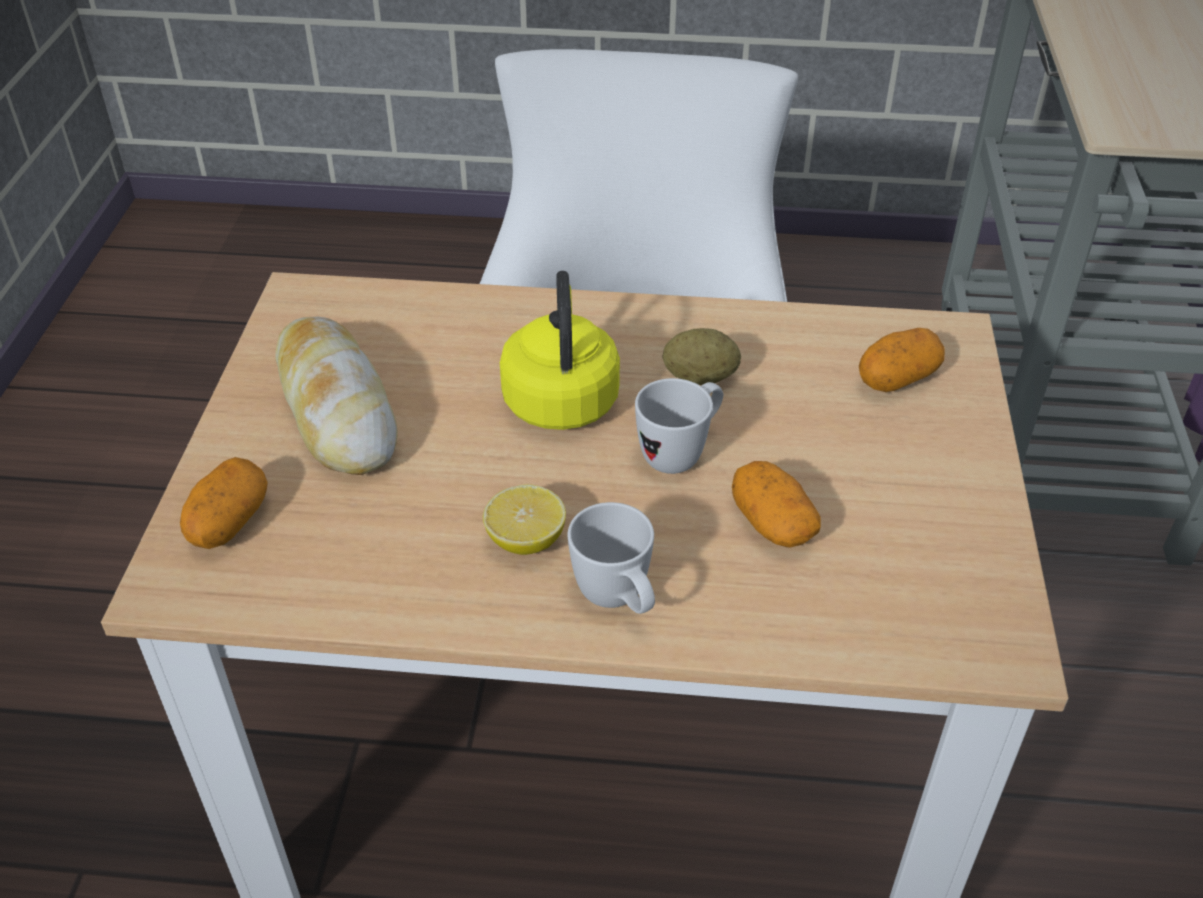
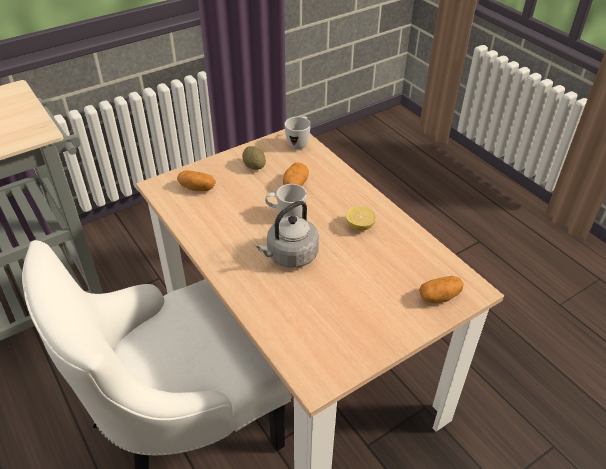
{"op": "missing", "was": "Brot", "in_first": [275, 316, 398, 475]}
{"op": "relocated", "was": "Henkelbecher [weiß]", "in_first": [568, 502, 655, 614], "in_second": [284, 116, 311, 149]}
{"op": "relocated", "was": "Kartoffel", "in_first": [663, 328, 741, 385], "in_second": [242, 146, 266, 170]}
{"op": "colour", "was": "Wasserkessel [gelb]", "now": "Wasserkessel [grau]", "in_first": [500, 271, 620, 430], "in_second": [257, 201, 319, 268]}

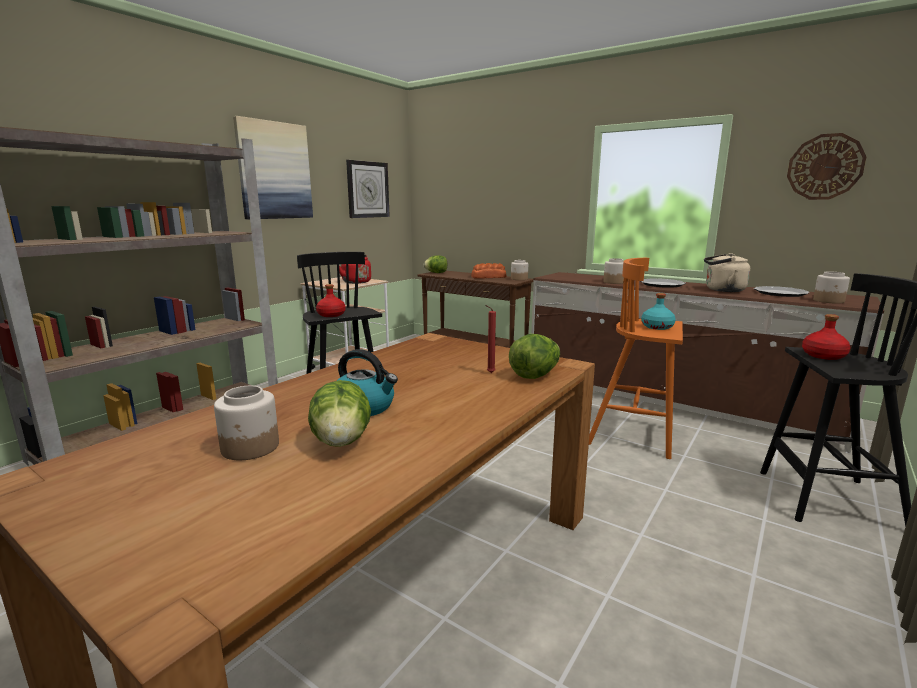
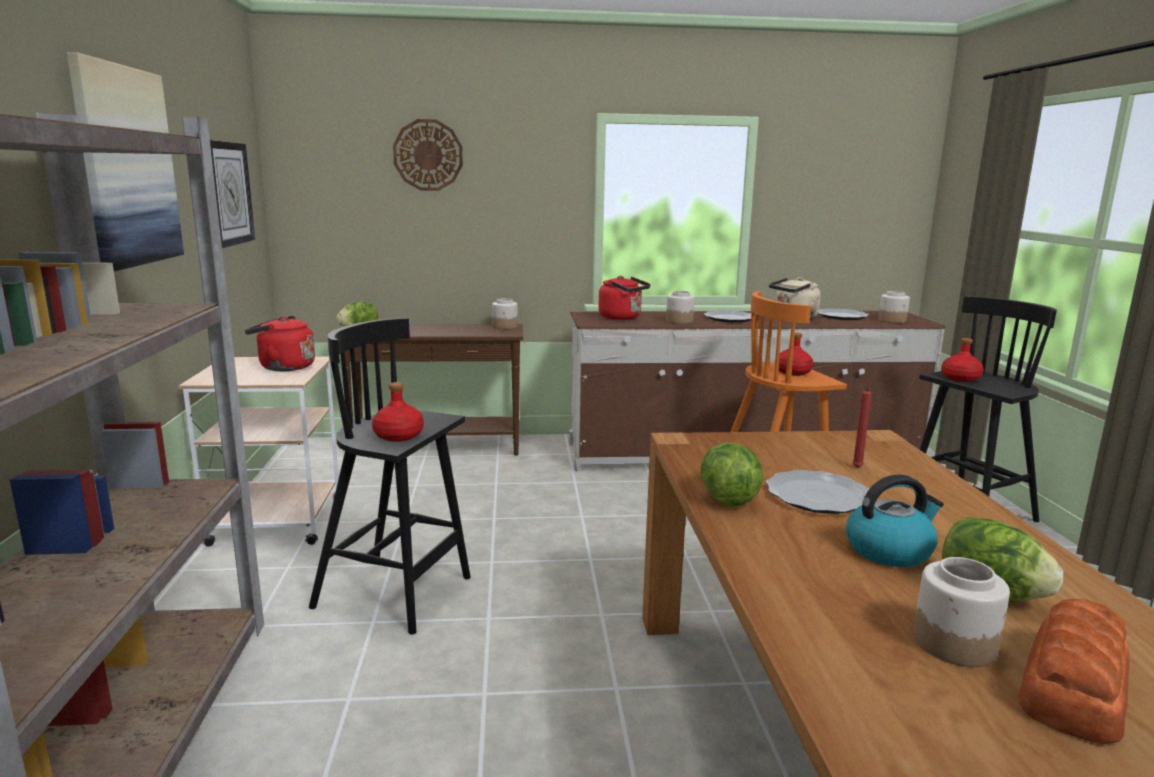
{"op": "appeared", "now": "Wasserkessel [rot]", "in_second": [598, 276, 651, 320]}
{"op": "appeared", "now": "Teller", "in_second": [766, 470, 869, 514]}
{"op": "relocated", "was": "Brot", "in_first": [471, 263, 506, 279], "in_second": [1018, 599, 1130, 744]}
{"op": "relocated", "was": "Salatkopf", "in_first": [509, 334, 560, 379], "in_second": [701, 442, 763, 507]}
{"op": "relocated", "was": "Wanduhr", "in_first": [787, 133, 867, 200], "in_second": [393, 119, 463, 191]}
{"op": "colour", "was": "Flasche [türkis]", "now": "Flasche [rot]", "in_first": [641, 293, 676, 330], "in_second": [779, 333, 814, 376]}

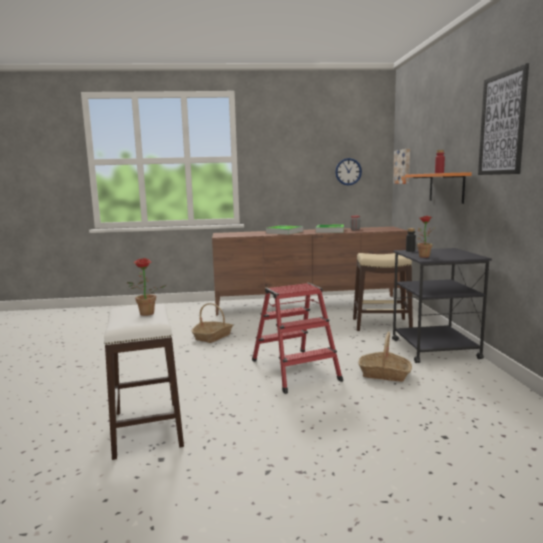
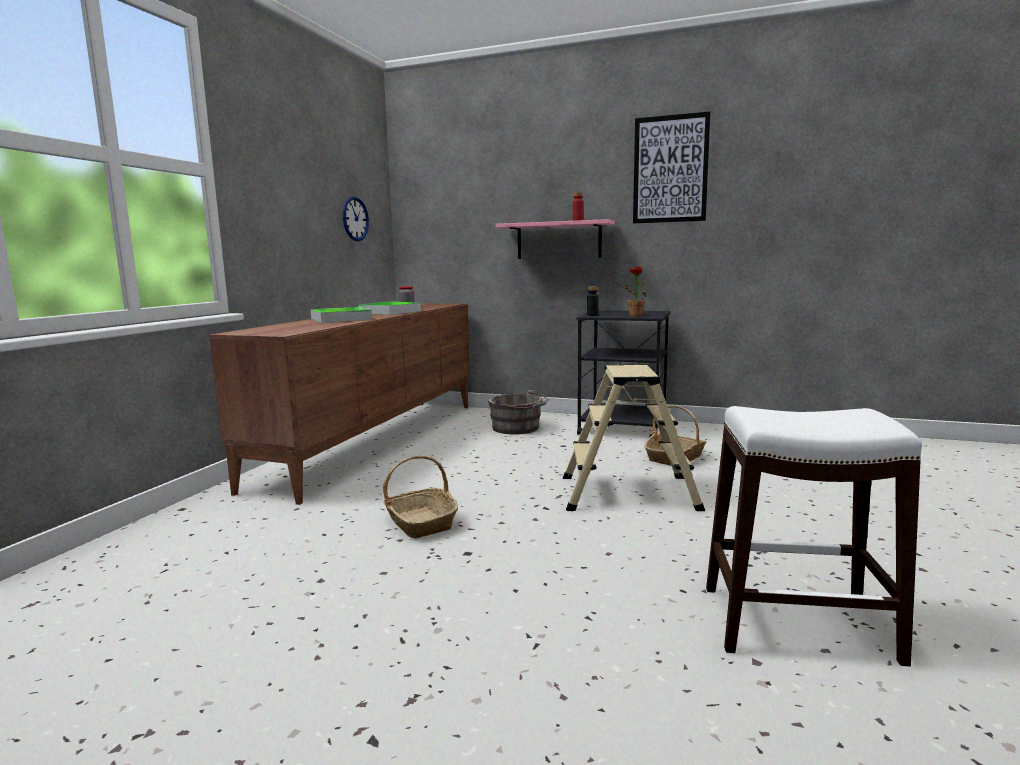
{"op": "missing", "was": "Topfpflanze", "in_first": [127, 258, 167, 316]}
{"op": "missing", "was": "Bild", "in_first": [393, 149, 410, 184]}
{"op": "exchanged", "was": "Hocker [beige]", "now": "Eimer [grau]", "in_first": [353, 253, 413, 331], "in_second": [488, 390, 548, 434]}
{"op": "colour", "was": "Trittleiter [rot]", "now": "Trittleiter [beige]", "in_first": [252, 283, 343, 394], "in_second": [563, 364, 705, 511]}
{"op": "colour", "was": "Wandregal [orange]", "now": "Wandregal [rosa]", "in_first": [405, 172, 472, 204], "in_second": [495, 219, 615, 259]}

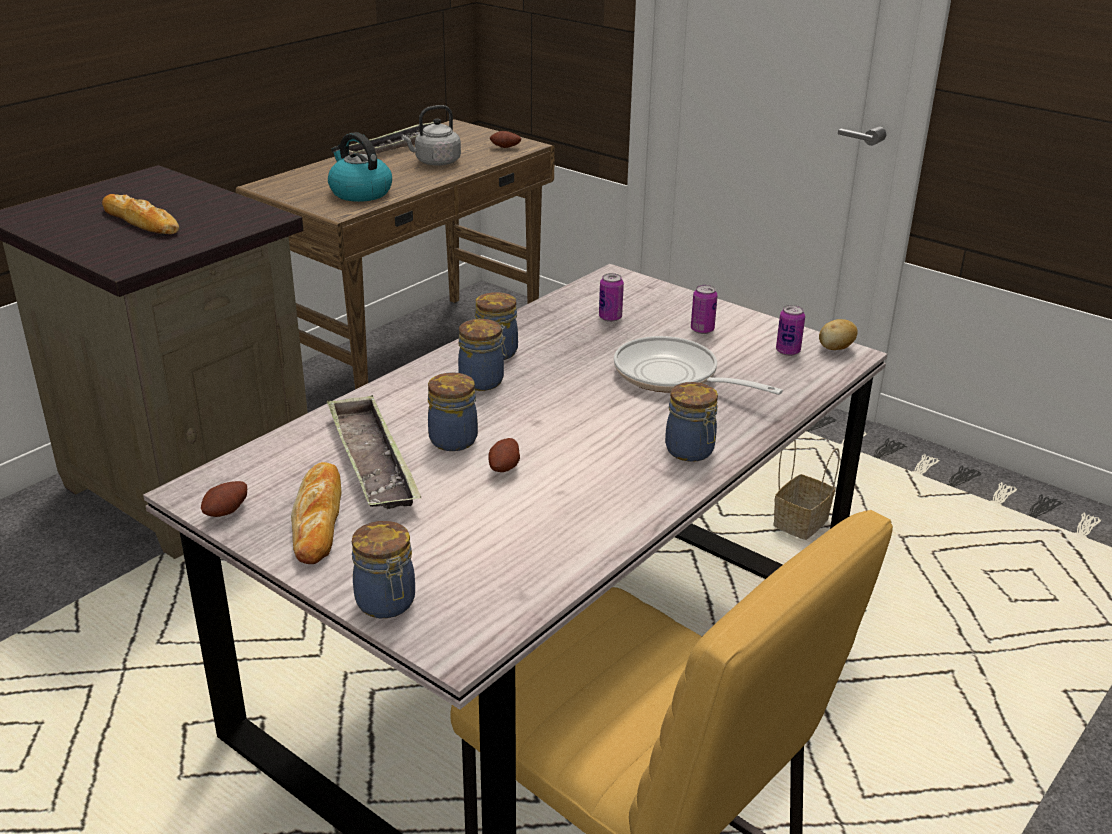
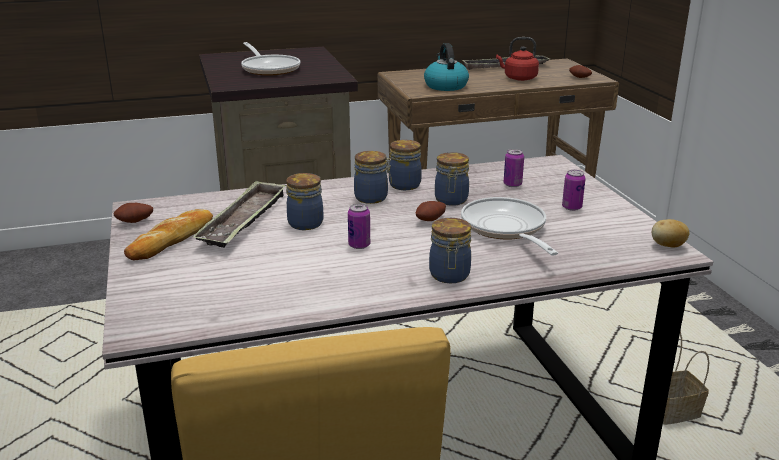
{"op": "relocated", "was": "Vorratsglas", "in_first": [352, 521, 415, 618], "in_second": [435, 152, 469, 206]}
{"op": "relocated", "was": "Kartoffel", "in_first": [488, 438, 520, 472], "in_second": [416, 201, 446, 221]}
{"op": "relocated", "was": "Dose", "in_first": [776, 305, 805, 356], "in_second": [348, 204, 370, 249]}
{"op": "exchanged", "was": "Brot", "now": "Pfanne", "in_first": [102, 194, 179, 234], "in_second": [241, 42, 300, 76]}
{"op": "colour", "was": "Wasserkessel [grau]", "now": "Wasserkessel [rot]", "in_first": [401, 105, 461, 166], "in_second": [496, 37, 539, 81]}

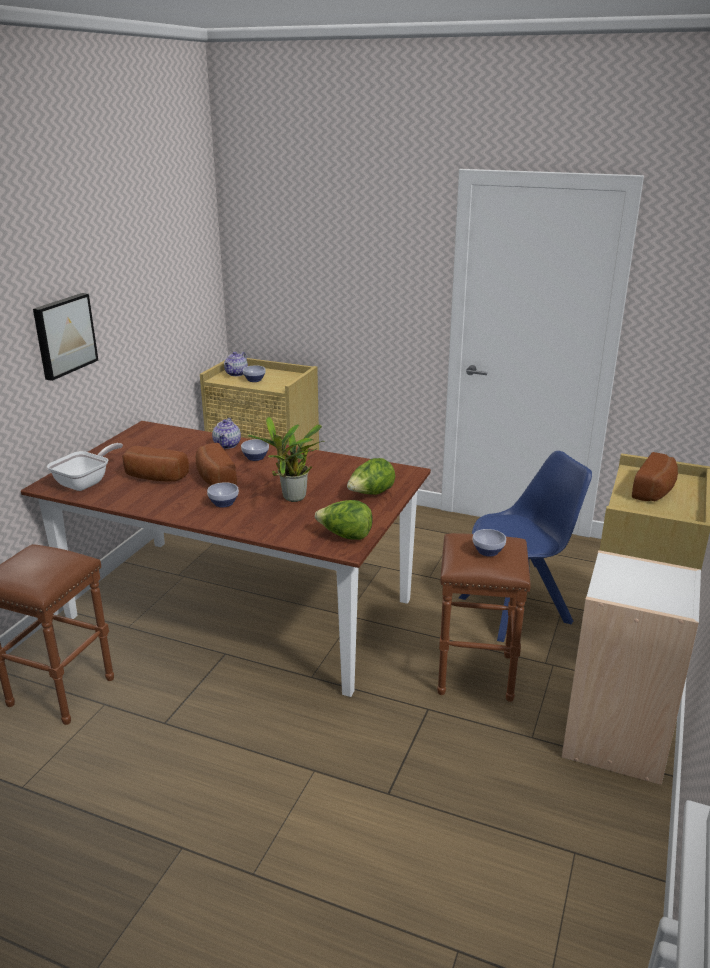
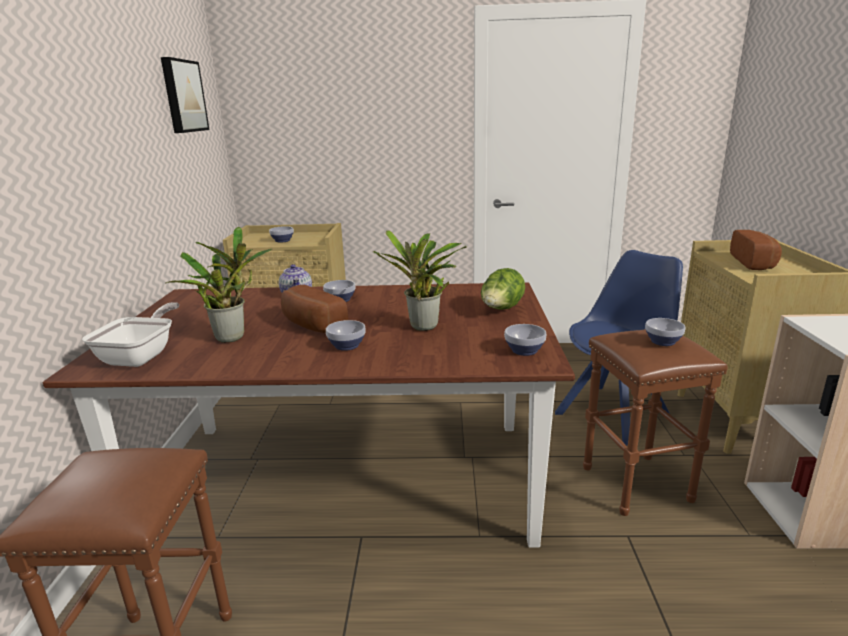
{"op": "missing", "was": "Teekanne", "in_first": [224, 352, 248, 376]}
{"op": "relocated", "was": "Bild", "in_first": [33, 293, 98, 381], "in_second": [161, 57, 210, 133]}
{"op": "exchanged", "was": "Brot", "now": "Topfpflanze", "in_first": [122, 446, 189, 482], "in_second": [165, 227, 272, 343]}
{"op": "exchanged", "was": "Salatkopf", "now": "Schüssel", "in_first": [315, 500, 373, 540], "in_second": [504, 324, 546, 356]}

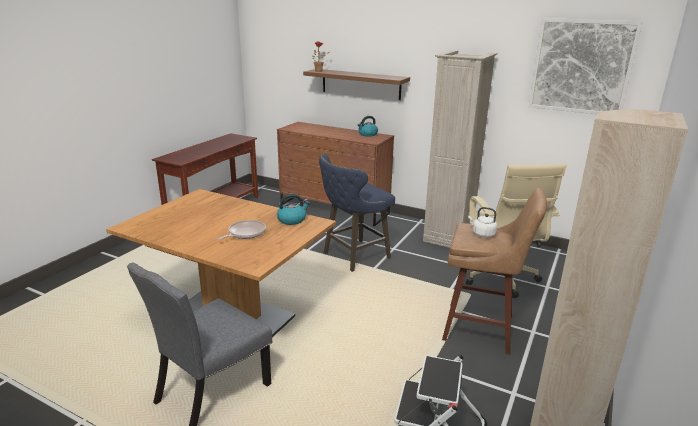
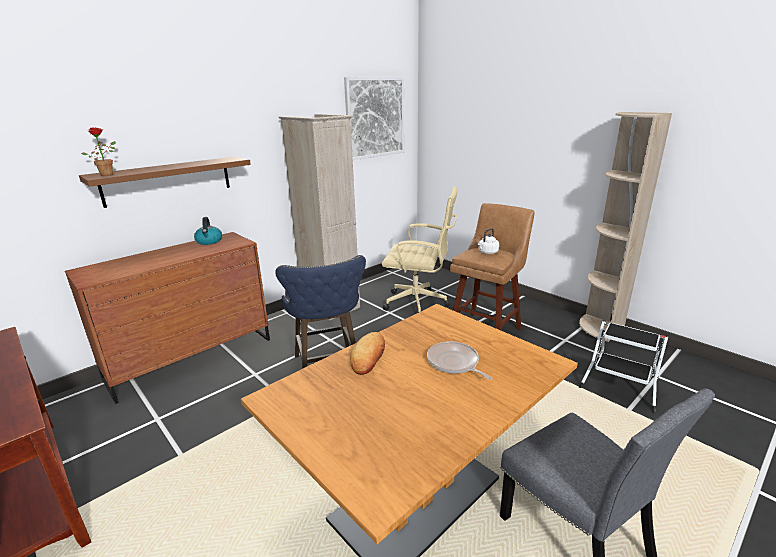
{"op": "missing", "was": "Wasserkessel", "in_first": [277, 194, 310, 225]}
{"op": "appeared", "now": "Brot", "in_second": [350, 332, 385, 375]}

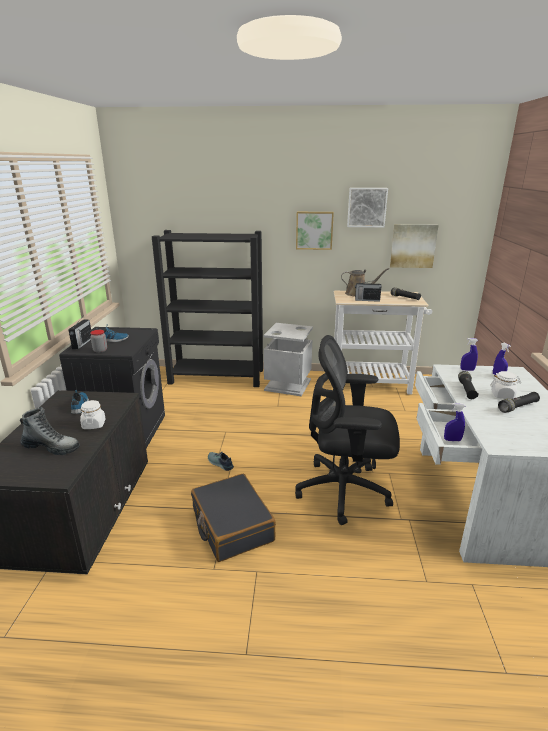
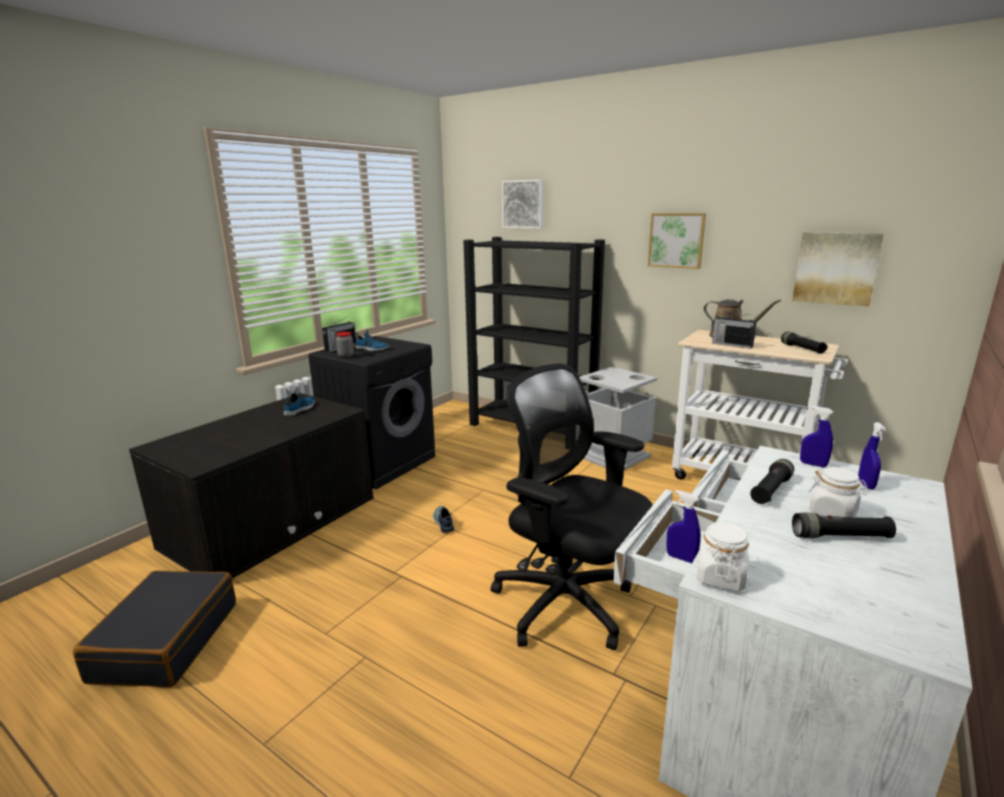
{"op": "missing", "was": "Stiefel", "in_first": [20, 407, 80, 455]}
{"op": "relocated", "was": "Vorratsglas [weiß]", "in_first": [80, 400, 106, 429], "in_second": [697, 522, 749, 591]}
{"op": "relocated", "was": "Koffer [schwarz]", "in_first": [191, 474, 276, 562], "in_second": [73, 571, 236, 687]}
{"op": "relocated", "was": "Bild", "in_first": [347, 188, 388, 228], "in_second": [502, 180, 544, 229]}

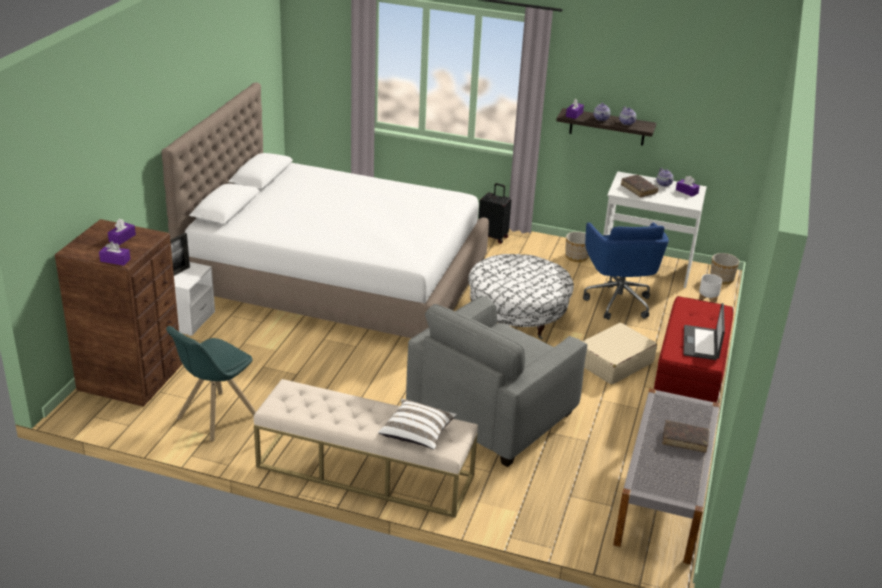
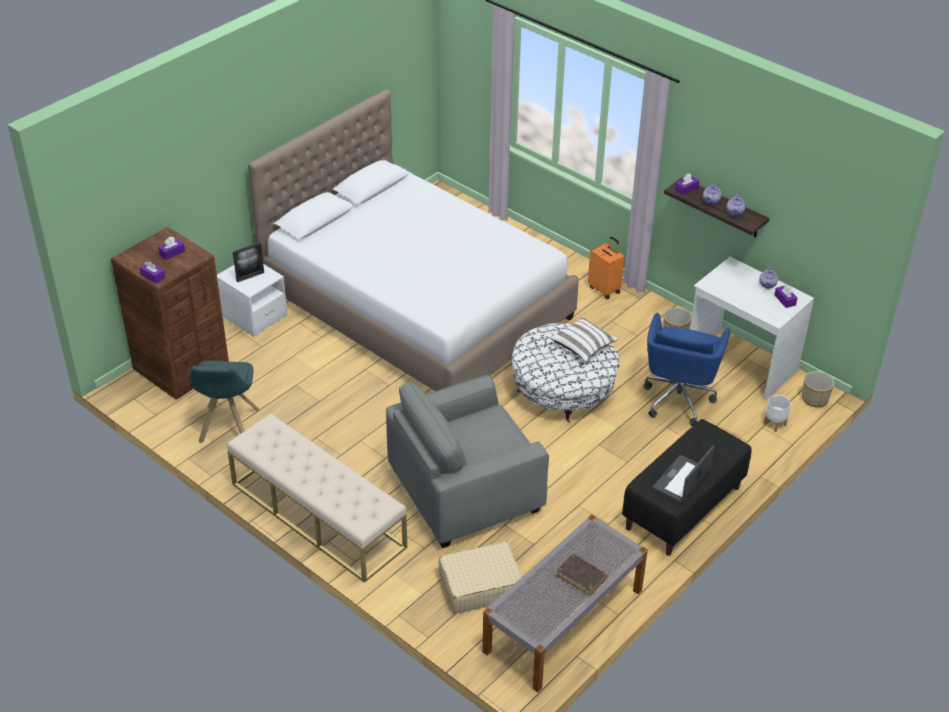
{"op": "missing", "was": "Buch [braun]", "in_first": [621, 175, 658, 198]}
{"op": "relocated", "was": "Kissen [weiß]", "in_first": [378, 399, 457, 450], "in_second": [550, 316, 618, 362]}
{"op": "relocated", "was": "Koffer [beige]", "in_first": [583, 323, 657, 385], "in_second": [439, 541, 523, 614]}
{"op": "colour", "was": "Koffer [schwarz]", "now": "Koffer [orange]", "in_first": [478, 183, 512, 244], "in_second": [588, 237, 624, 299]}
{"op": "colour", "was": "Bank [rot]", "now": "Bank [schwarz]", "in_first": [654, 296, 733, 402], "in_second": [622, 419, 752, 556]}
{"op": "spun", "was": "Stuhl [türkis]", "in_first": [166, 326, 256, 441], "in_second": [190, 360, 260, 443], "clockwise": -60}

